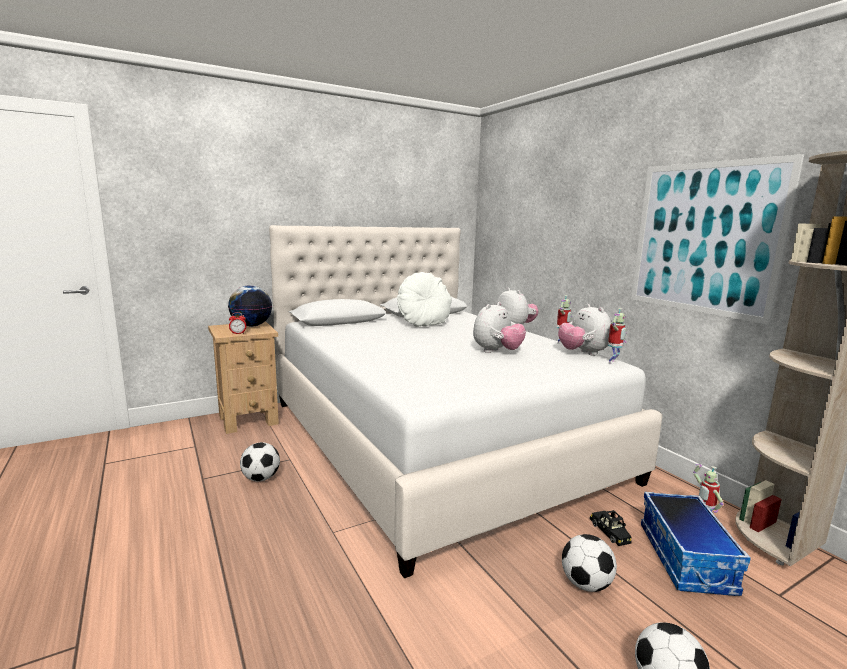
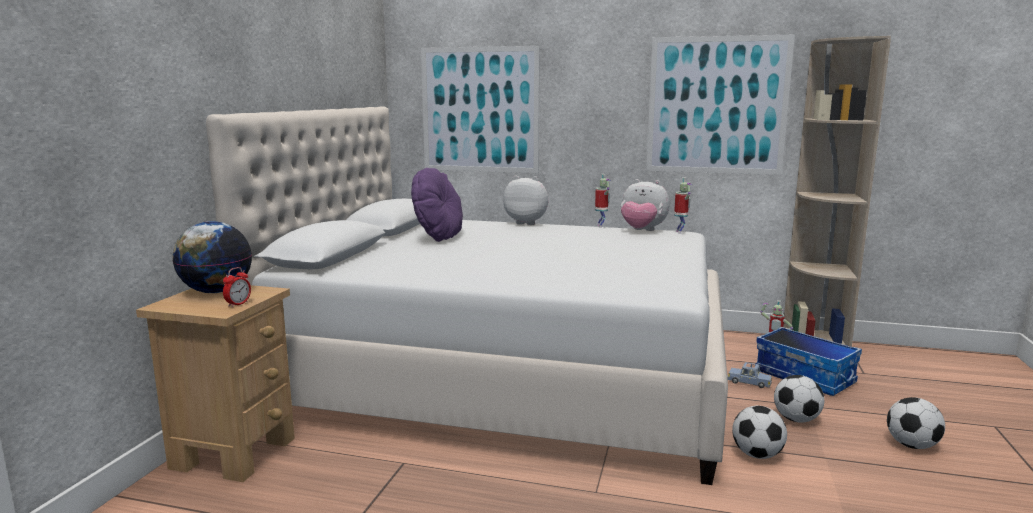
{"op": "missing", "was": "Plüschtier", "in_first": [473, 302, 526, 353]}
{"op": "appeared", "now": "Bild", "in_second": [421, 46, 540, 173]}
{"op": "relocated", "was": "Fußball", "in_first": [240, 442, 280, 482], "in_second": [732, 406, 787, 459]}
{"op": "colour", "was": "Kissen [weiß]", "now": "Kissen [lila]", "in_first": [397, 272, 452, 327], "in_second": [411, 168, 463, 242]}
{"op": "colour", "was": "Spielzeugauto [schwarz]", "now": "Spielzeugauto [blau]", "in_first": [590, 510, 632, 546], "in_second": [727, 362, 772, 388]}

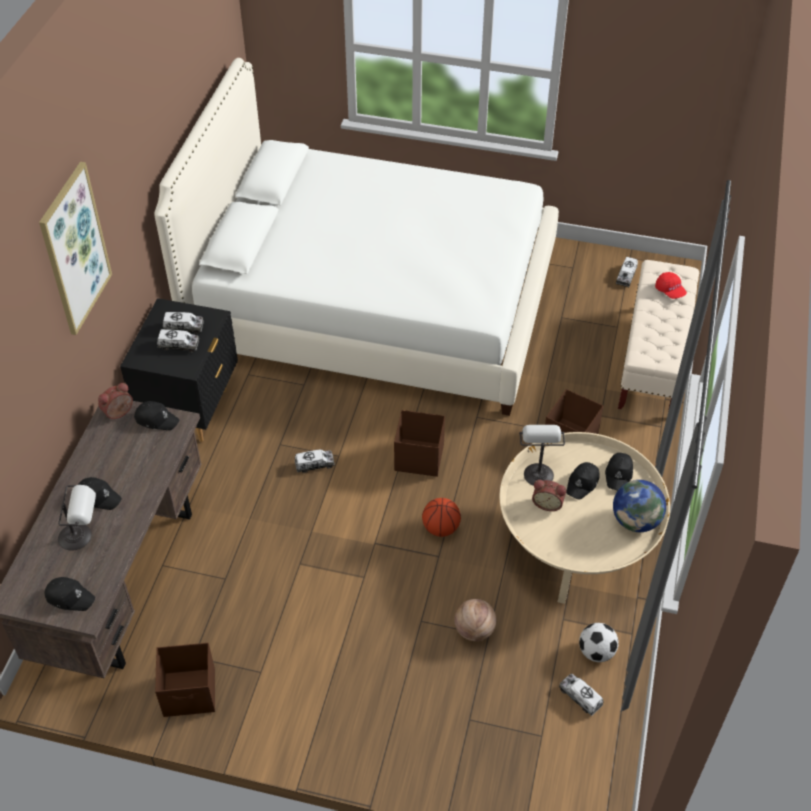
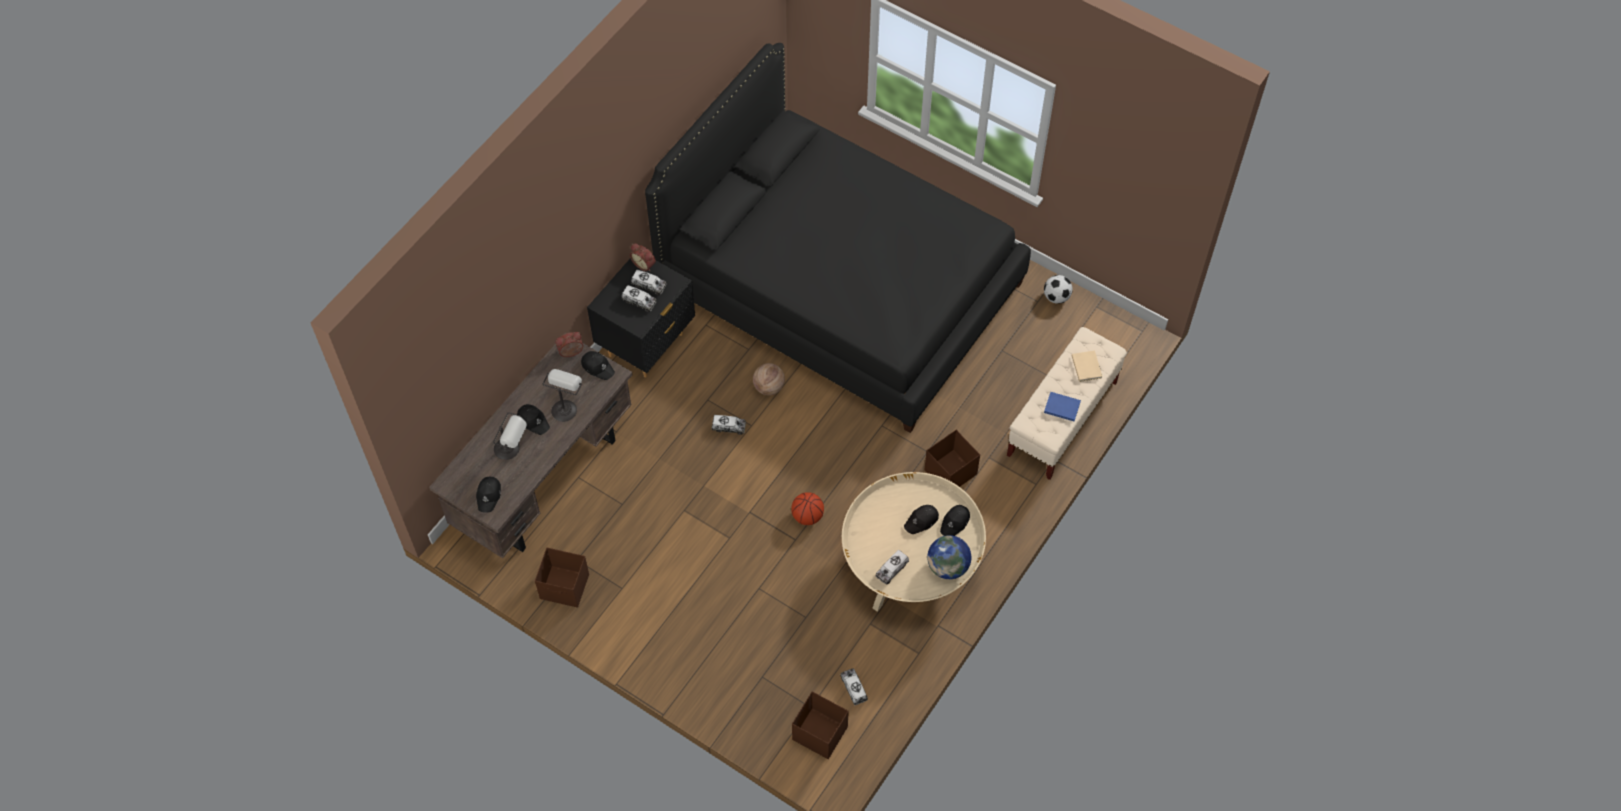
{"op": "missing", "was": "Bild", "in_first": [39, 162, 112, 335]}
{"op": "appeared", "now": "Buch [blau]", "in_second": [1044, 392, 1081, 421]}
{"op": "relocated", "was": "Aufbewahrungsbox [braun]", "in_first": [394, 410, 445, 477], "in_second": [792, 691, 849, 759]}
{"op": "relocated", "was": "Basketball", "in_first": [455, 599, 496, 641], "in_second": [753, 363, 785, 395]}
{"op": "relocated", "was": "Tischlampe", "in_first": [519, 425, 565, 486], "in_second": [543, 369, 582, 422]}
{"op": "relocated", "was": "Wecker", "in_first": [532, 480, 566, 511], "in_second": [630, 243, 656, 271]}
{"op": "relocated", "was": "Fußball", "in_first": [579, 623, 619, 662], "in_second": [1044, 275, 1073, 304]}
{"op": "relocated", "was": "Spielzeuglaster", "in_first": [616, 257, 638, 287], "in_second": [875, 550, 909, 584]}
{"op": "exchanged", "was": "Kappe [rot]", "now": "Buch [beige]", "in_first": [655, 272, 687, 299], "in_second": [1072, 350, 1102, 382]}
{"op": "colour", "was": "Bett [weiß]", "now": "Bett [schwarz]", "in_first": [154, 58, 559, 416], "in_second": [645, 43, 1031, 433]}
{"op": "spun", "was": "Kappe [schwarz]", "in_first": [44, 577, 95, 611], "in_second": [476, 477, 501, 513], "clockwise": 60}

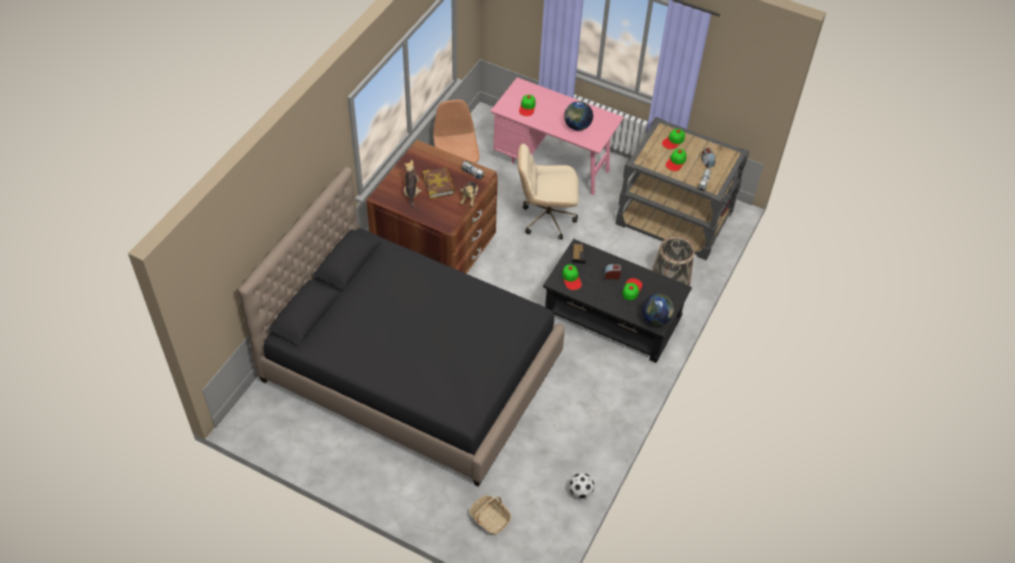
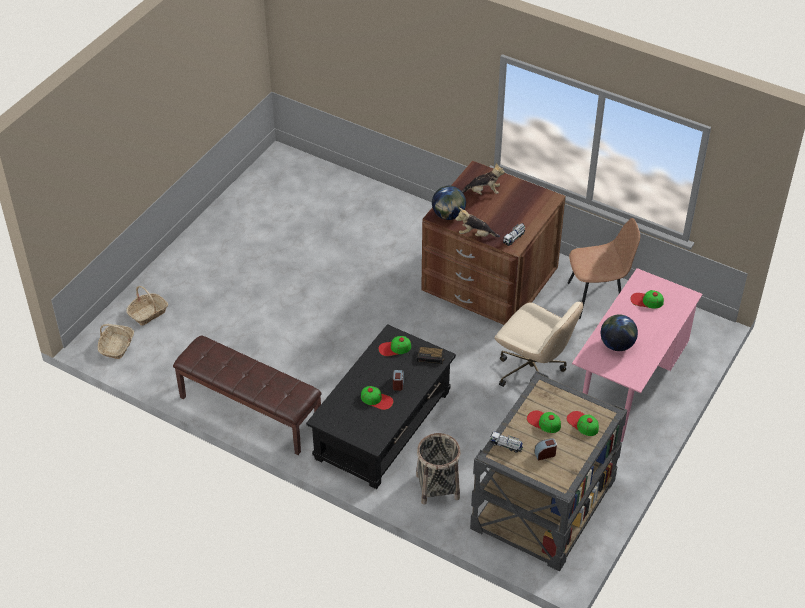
{"op": "missing", "was": "Bett [schwarz]", "in_first": [238, 167, 565, 487]}
{"op": "missing", "was": "Buch", "in_first": [423, 167, 455, 199]}
{"op": "missing", "was": "Fußball", "in_first": [569, 473, 594, 498]}
{"op": "appeared", "now": "Korb", "in_second": [98, 324, 134, 359]}
{"op": "appeared", "now": "Bank [braun]", "in_second": [173, 336, 321, 455]}
{"op": "relocated", "was": "Globus", "in_first": [642, 293, 674, 326], "in_second": [432, 186, 466, 220]}
{"op": "spun", "was": "Bürostuhl [beige]", "in_first": [518, 143, 579, 240], "in_second": [494, 302, 583, 387], "clockwise": 120}

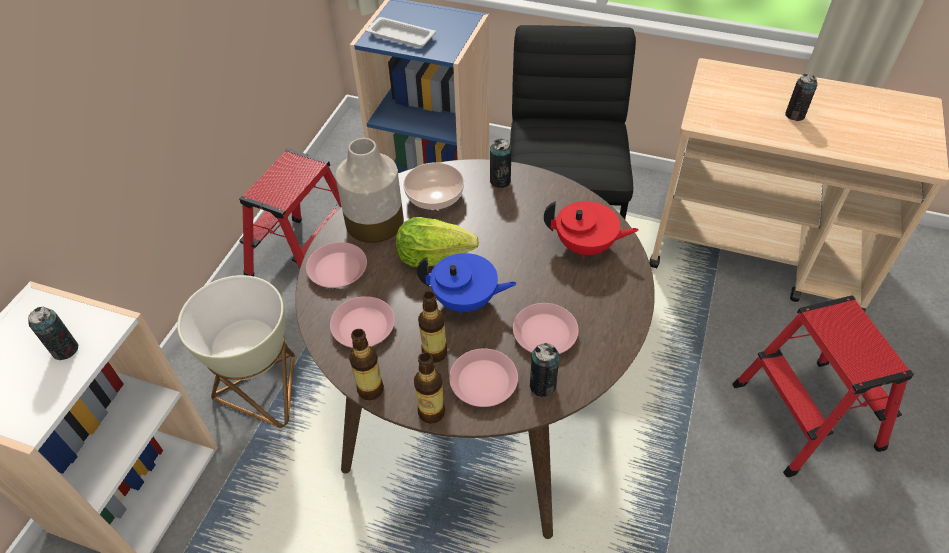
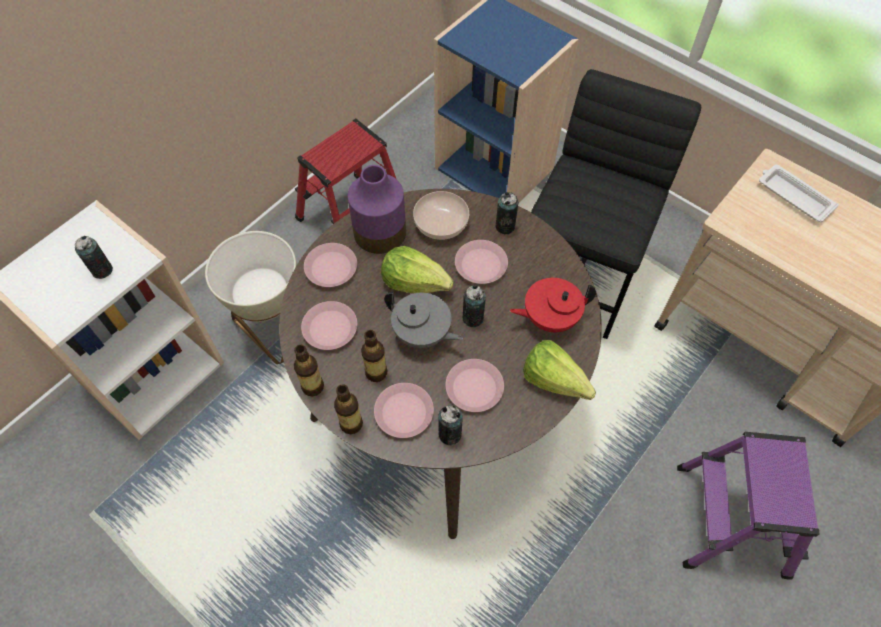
{"op": "appeared", "now": "Teller [rosa]", "in_second": [455, 240, 508, 284]}
{"op": "appeared", "now": "Salatkopf", "in_second": [523, 340, 596, 400]}
{"op": "relocated", "was": "Tablett [weiß]", "in_first": [366, 17, 436, 47], "in_second": [759, 165, 839, 222]}
{"op": "relocated", "was": "Dose", "in_first": [785, 74, 818, 121], "in_second": [463, 285, 486, 327]}
{"op": "colour", "was": "Vase [beige]", "now": "Vase [lila]", "in_first": [335, 138, 404, 243], "in_second": [348, 165, 406, 254]}
{"op": "colour", "was": "Teekanne [blau]", "now": "Teekanne [grau]", "in_first": [417, 253, 517, 314], "in_second": [384, 292, 463, 348]}
{"op": "colour", "was": "Trittleiter [rot]", "now": "Trittleiter [lila]", "in_first": [732, 295, 914, 477], "in_second": [677, 432, 820, 580]}
{"op": "spun", "was": "Teekanne [rot]", "in_first": [544, 201, 639, 258], "in_second": [509, 278, 596, 332], "clockwise": 135}

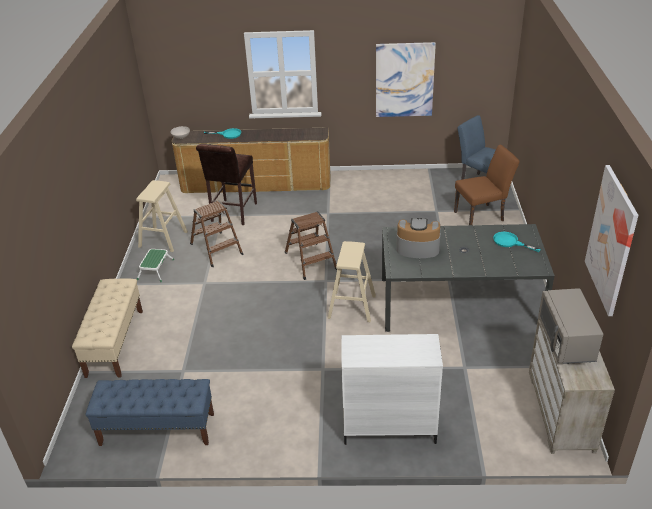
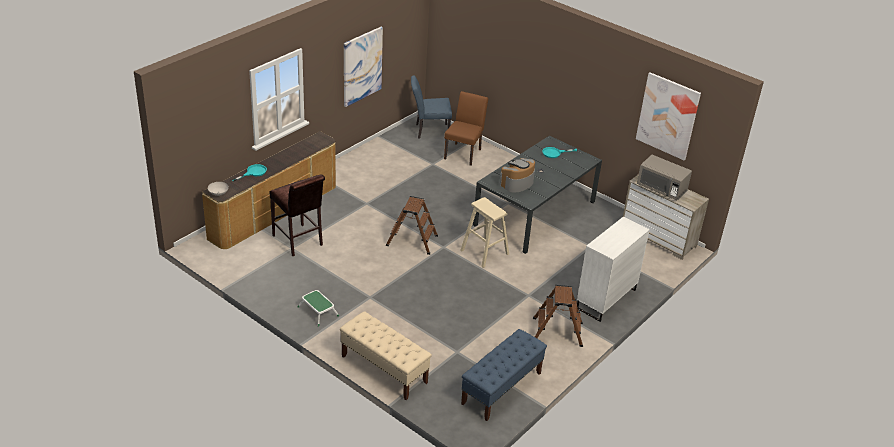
{"op": "missing", "was": "Hocker [beige]", "in_first": [136, 180, 188, 252]}
{"op": "relocated", "was": "Trittleiter [braun]", "in_first": [190, 200, 244, 267], "in_second": [533, 285, 583, 347]}

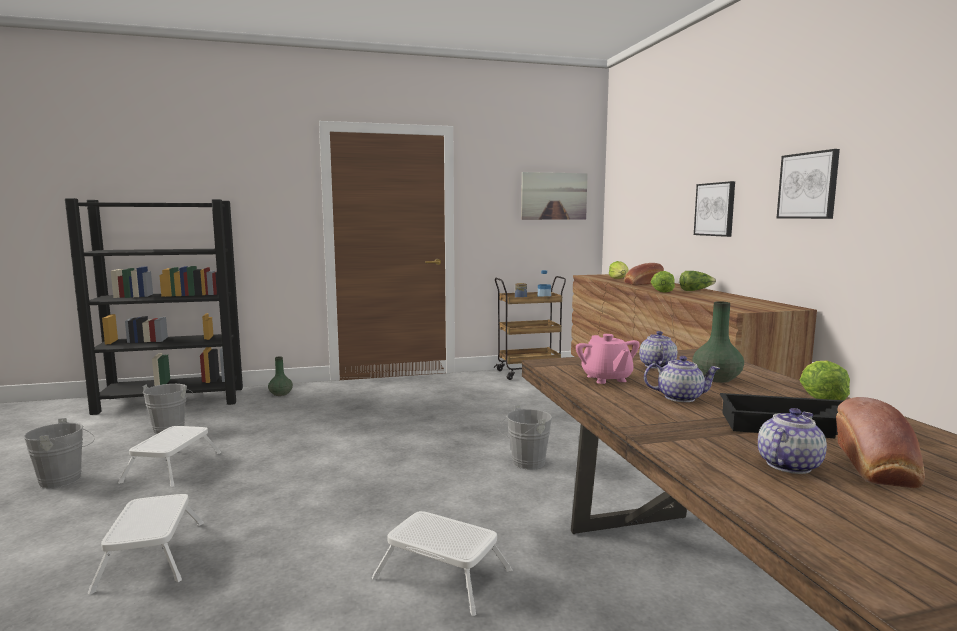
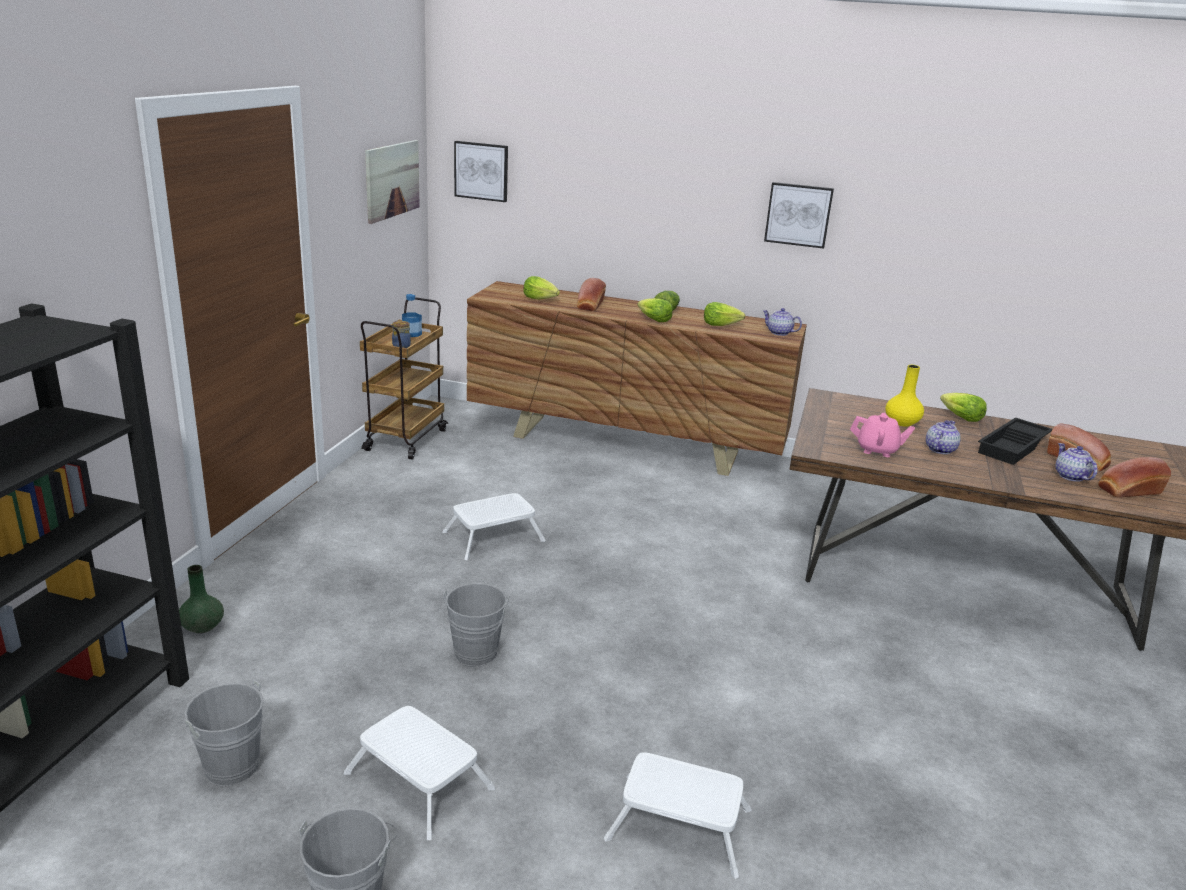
{"op": "appeared", "now": "Salatkopf", "in_second": [704, 302, 745, 326]}
{"op": "appeared", "now": "Brot", "in_second": [1098, 457, 1171, 498]}
{"op": "relocated", "was": "Trittleiter [weiß]", "in_first": [372, 511, 512, 616], "in_second": [442, 493, 546, 560]}
{"op": "relocated", "was": "Eimer [grau]", "in_first": [498, 405, 552, 469], "in_second": [442, 583, 509, 666]}
{"op": "relocated", "was": "Teekanne", "in_first": [639, 331, 677, 369], "in_second": [762, 308, 802, 336]}
{"op": "relocated", "was": "Bild", "in_first": [694, 181, 735, 237], "in_second": [454, 141, 508, 202]}
{"op": "colour", "was": "Vase [grün]", "now": "Vase [gelb]", "in_first": [692, 301, 744, 383], "in_second": [885, 365, 924, 427]}

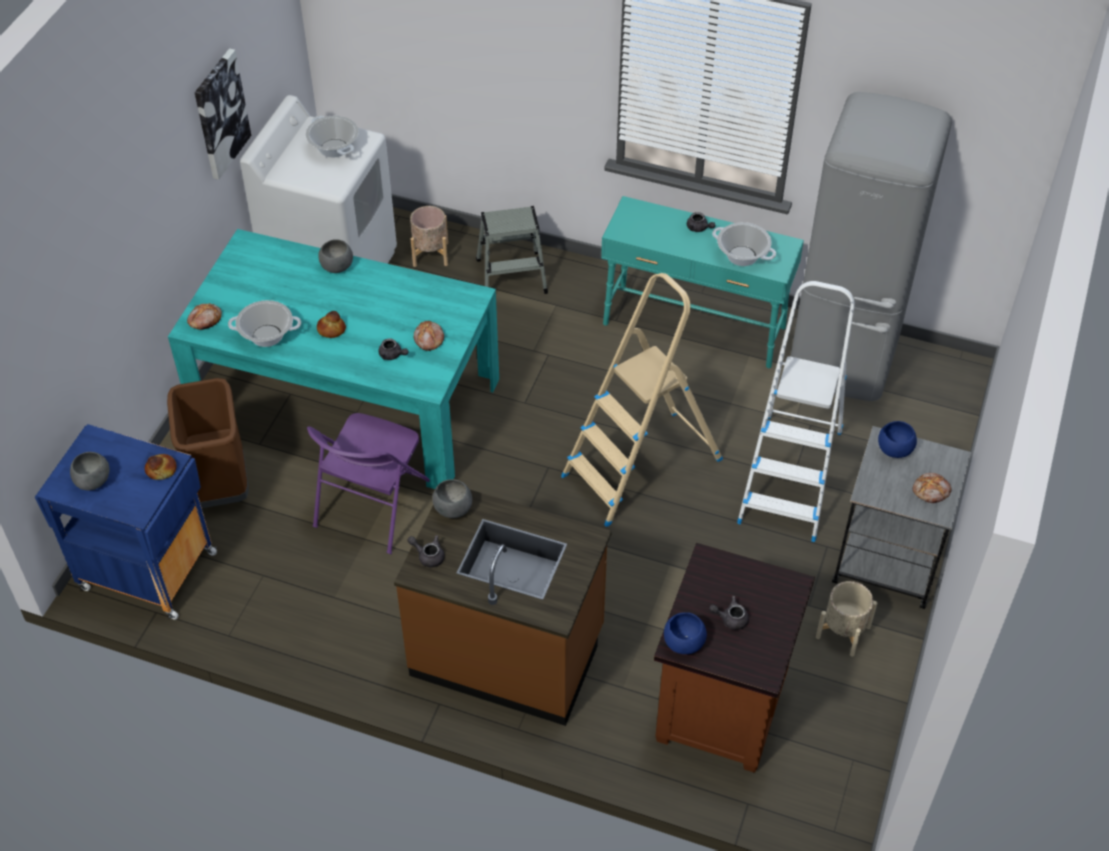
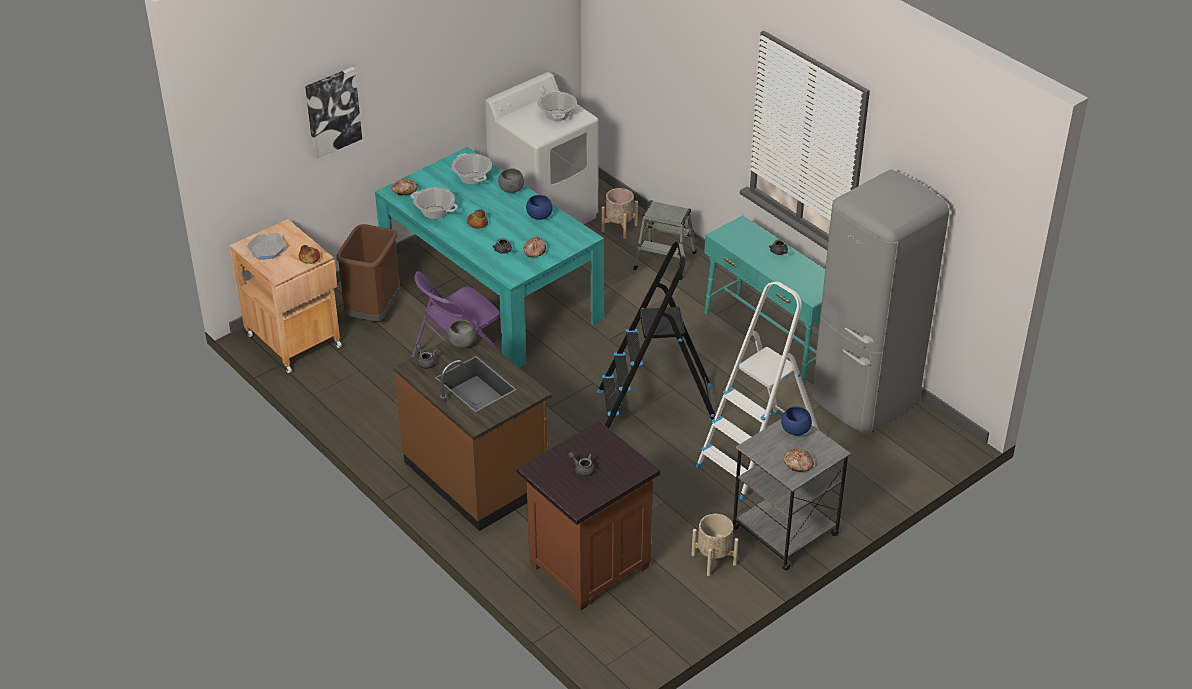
{"op": "relocated", "was": "Bild", "in_first": [195, 48, 251, 180], "in_second": [305, 67, 362, 159]}
{"op": "relocated", "was": "Schüssel [blau]", "in_first": [664, 612, 707, 654], "in_second": [526, 195, 553, 220]}
{"op": "relocated", "was": "Kochtopf", "in_first": [712, 222, 776, 266], "in_second": [451, 153, 492, 184]}
{"op": "exchanged", "was": "Schüssel [grau]", "now": "Pfanne", "in_first": [70, 452, 110, 491], "in_second": [246, 233, 286, 259]}
{"op": "colour", "was": "Rollwagen [blau]", "now": "Rollwagen [braun]", "in_first": [35, 424, 217, 620], "in_second": [229, 219, 342, 373]}
{"op": "colour", "was": "Trittleiter [beige]", "now": "Trittleiter [schwarz]", "in_first": [561, 273, 723, 527], "in_second": [597, 241, 715, 428]}

